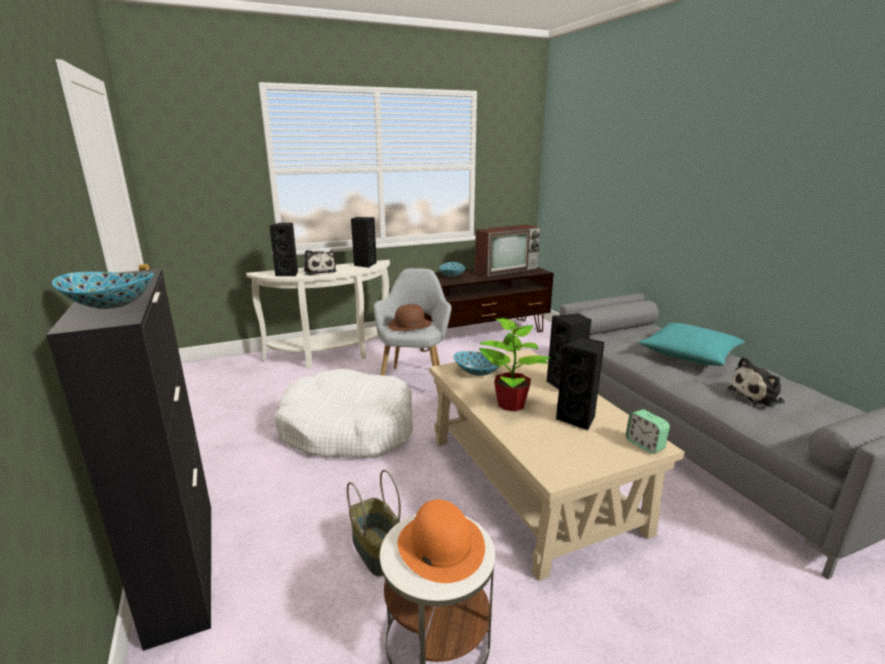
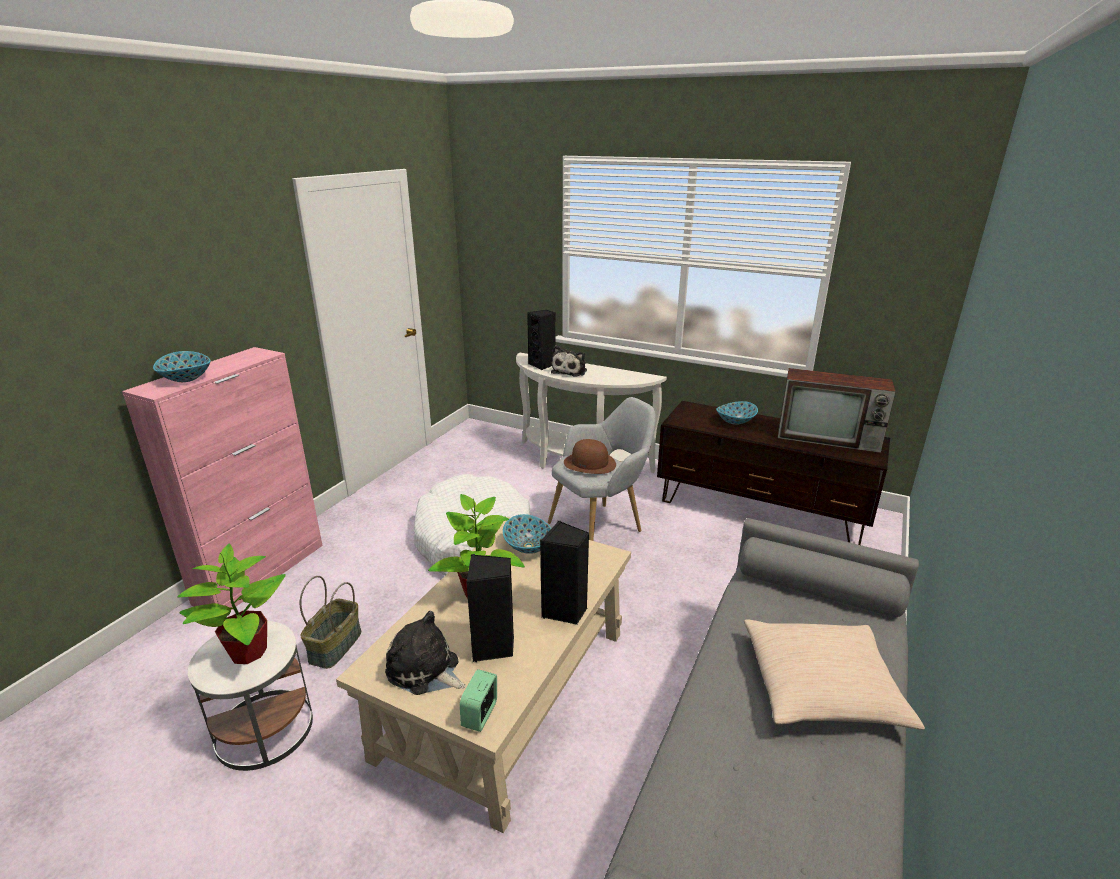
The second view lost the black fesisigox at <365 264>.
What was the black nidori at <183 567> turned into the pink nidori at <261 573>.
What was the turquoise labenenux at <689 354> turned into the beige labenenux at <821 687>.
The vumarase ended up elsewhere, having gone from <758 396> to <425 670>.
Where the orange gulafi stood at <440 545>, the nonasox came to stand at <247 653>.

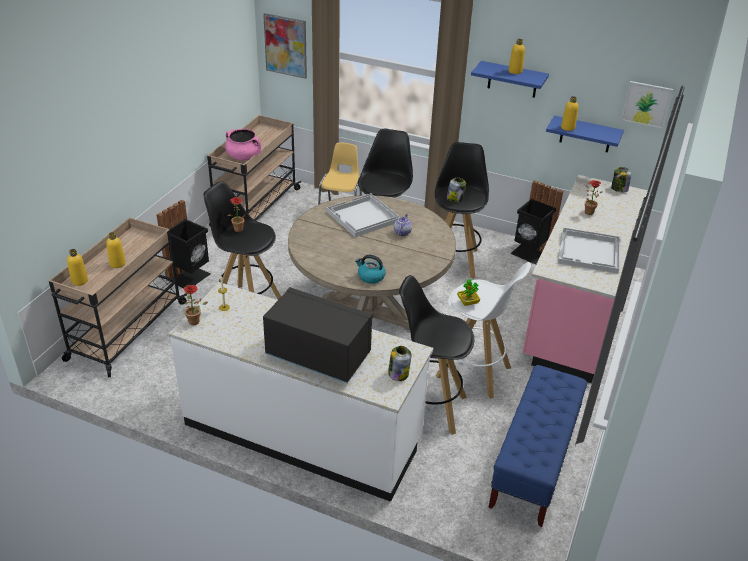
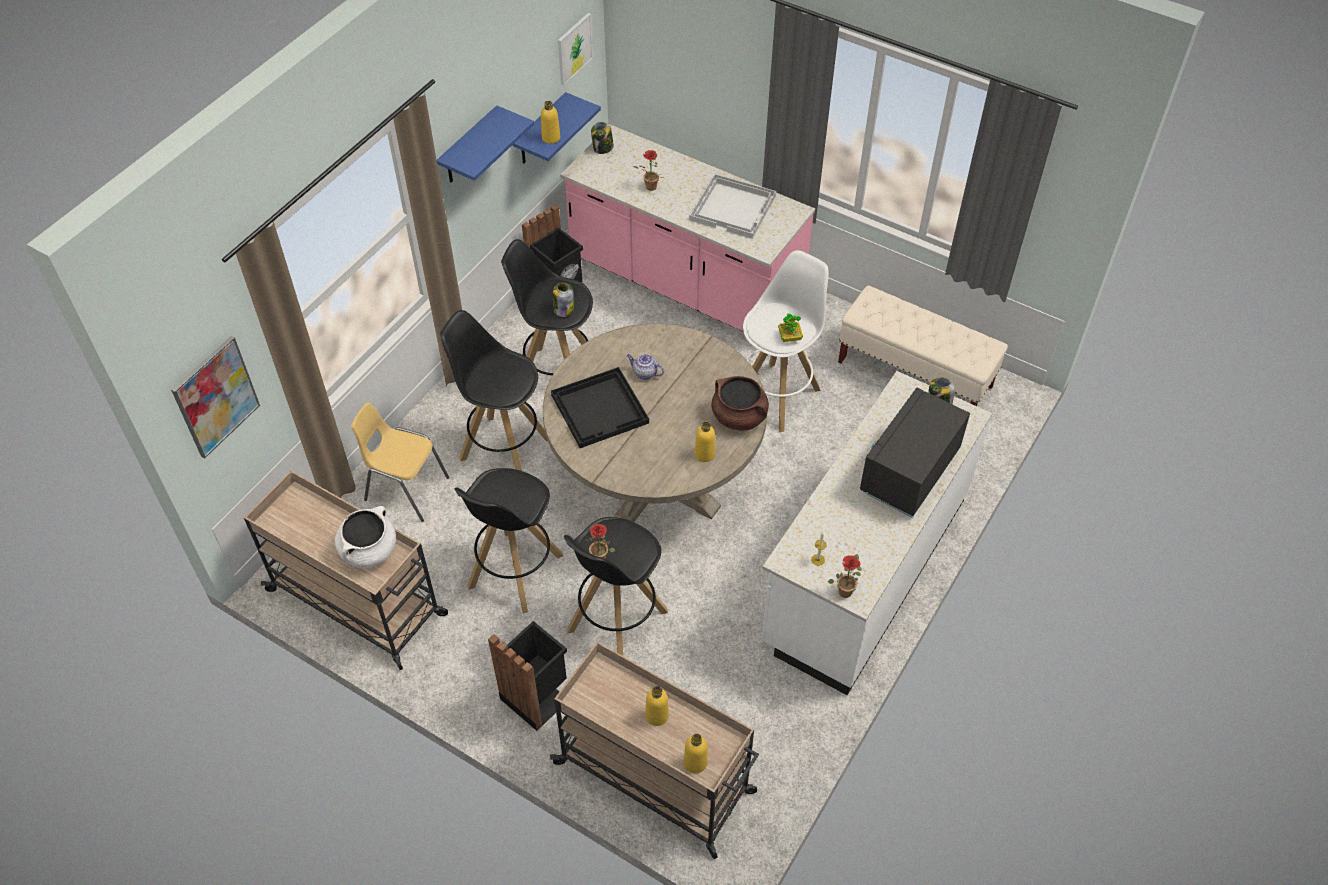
The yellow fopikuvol ended up elsewhere, having gone from <515 71> to <704 454>.
What was the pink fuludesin at <244 157> turned into the white fuludesin at <369 551>.
What was the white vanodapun at <363 217> turned into the black vanodapun at <600 409>.
Where the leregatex stood at <370 277>, the brown fuludesin came to stand at <739 417>.
The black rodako ended up elsewhere, having gone from <428 407> to <514 572>.
What was the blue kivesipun at <533 464> turned into the beige kivesipun at <915 375>.

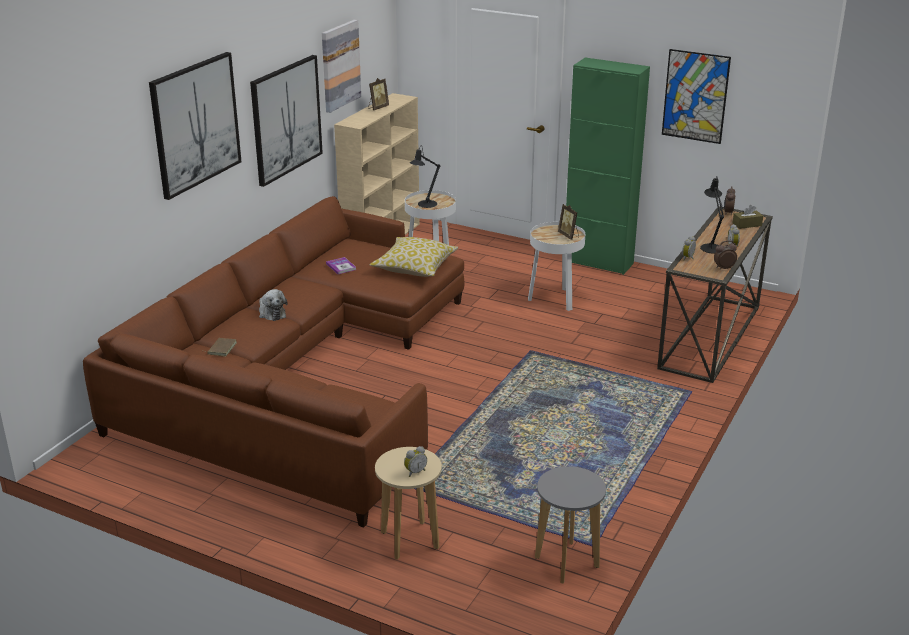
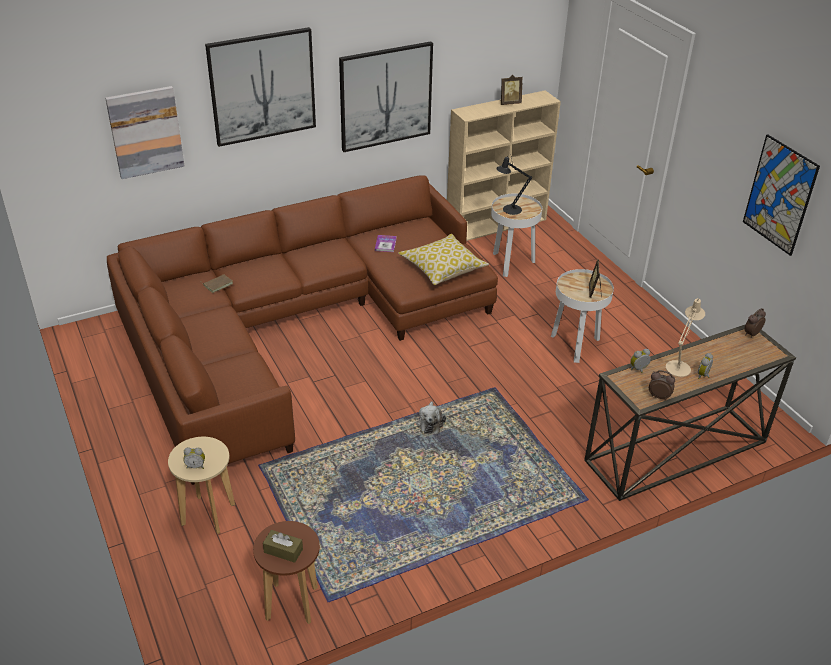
The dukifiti ended up elsewhere, having gone from <340 65> to <145 132>.
The second view lost the green nidori at <598 262>.
What was the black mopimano at <710 247> turned into the beige mopimano at <679 366>.
The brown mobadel ended up elsewhere, having gone from <747 224> to <283 551>.
The vumarase ended up elsewhere, having gone from <271 313> to <430 423>.
What was the grey rodako at <566 562> turned into the brown rodako at <291 603>.

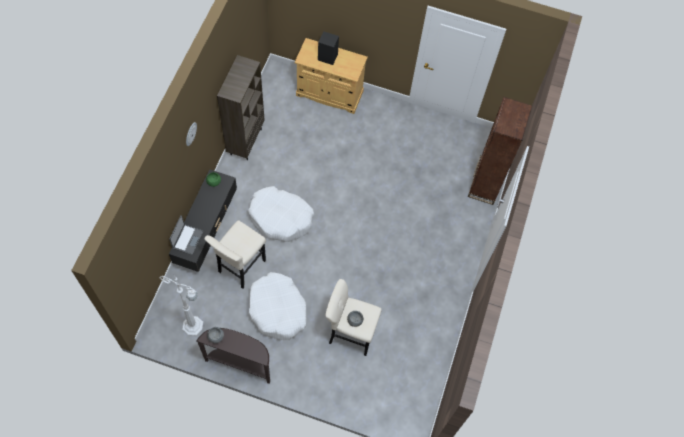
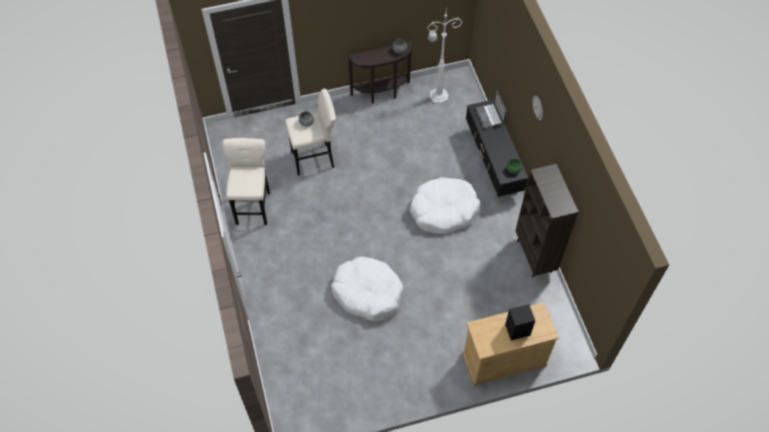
The second view lost the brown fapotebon at <485 185>.
The beige rodako ended up elsewhere, having gone from <240 268> to <253 206>.
The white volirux ended up elsewhere, having gone from <278 310> to <368 293>.

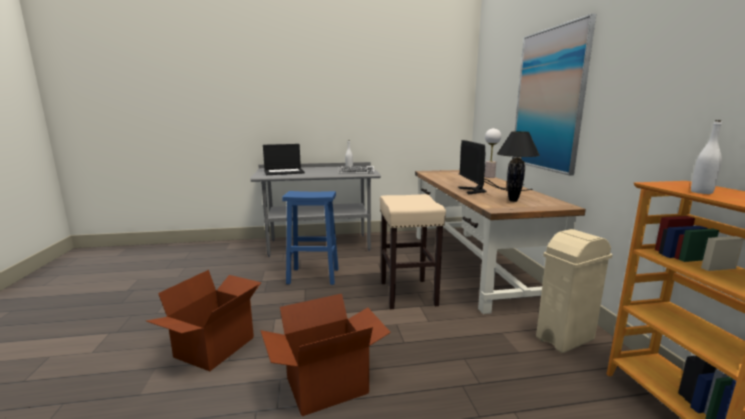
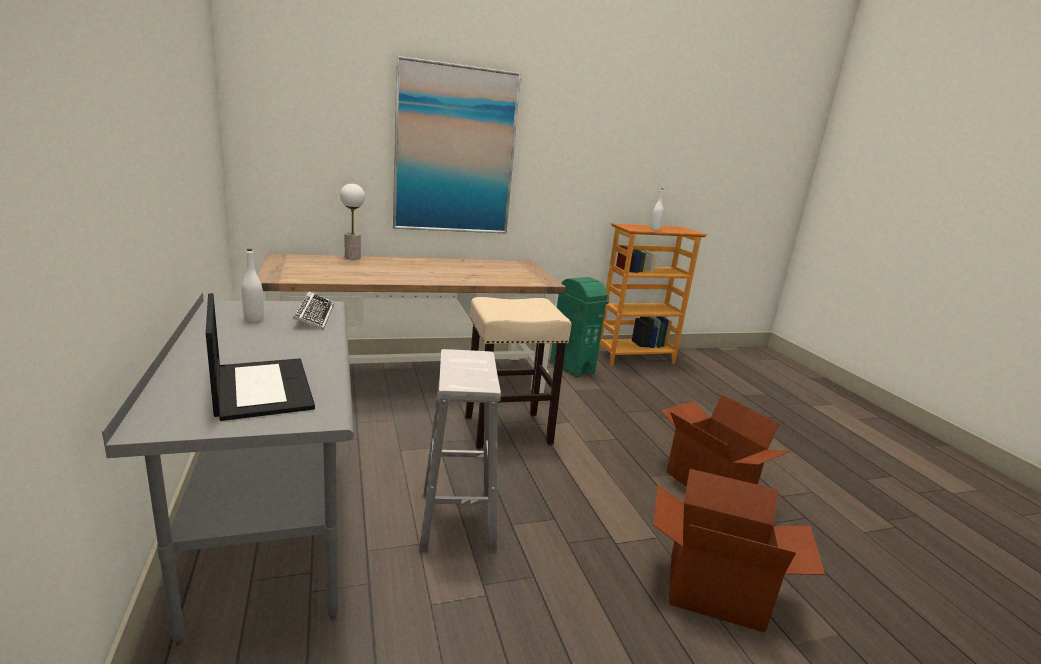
The second view lost the black mopimano at <513 201>.
The second view lost the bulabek at <482 190>.
What was the blue rodako at <312 276> turned into the white rodako at <458 521>.
What was the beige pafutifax at <565 338> turned into the green pafutifax at <571 367>.

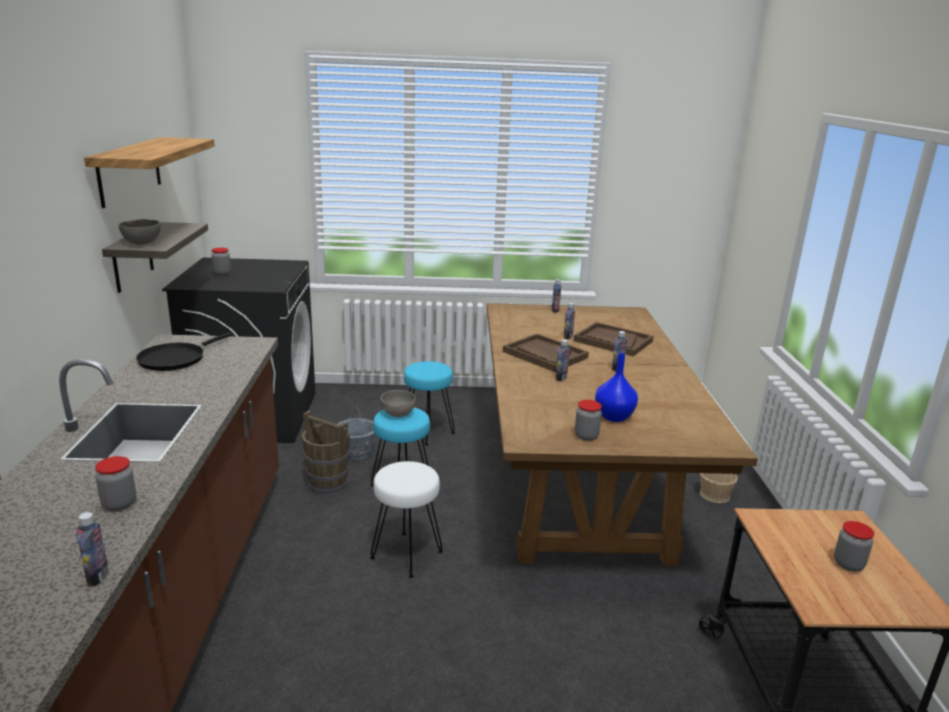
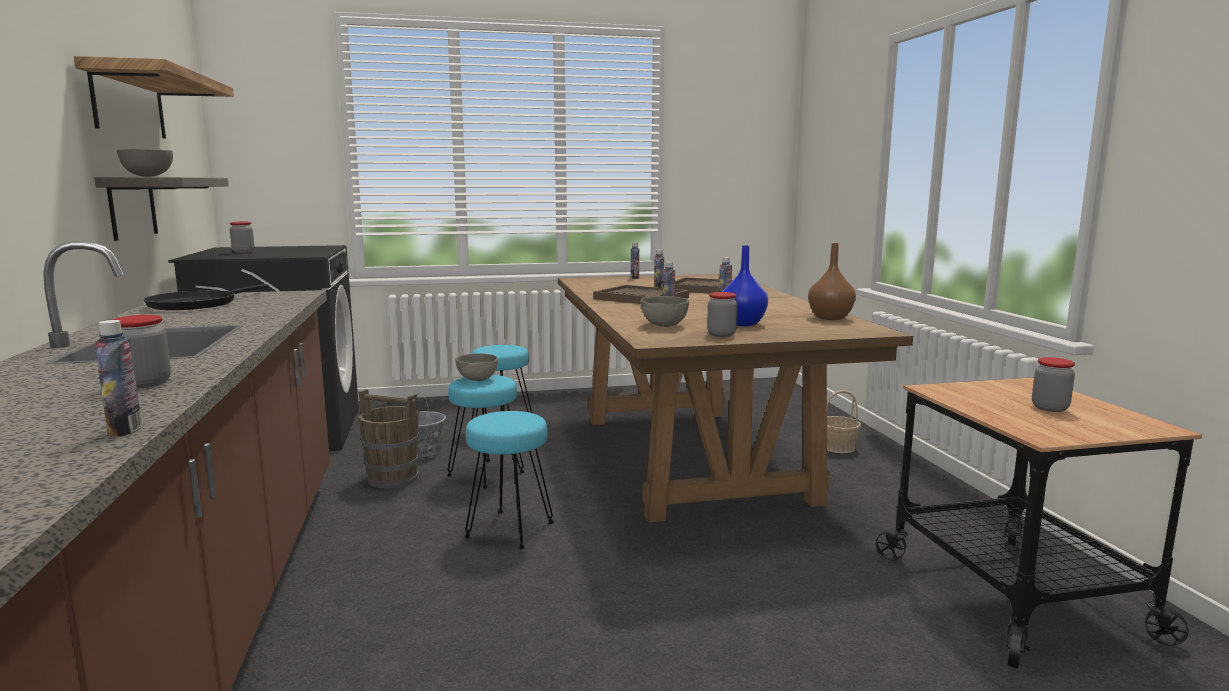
What was the white rodako at <406 554> turned into the turquoise rodako at <509 529>.
The second view gained the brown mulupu at <830 318>.
The second view gained the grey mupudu at <663 325>.

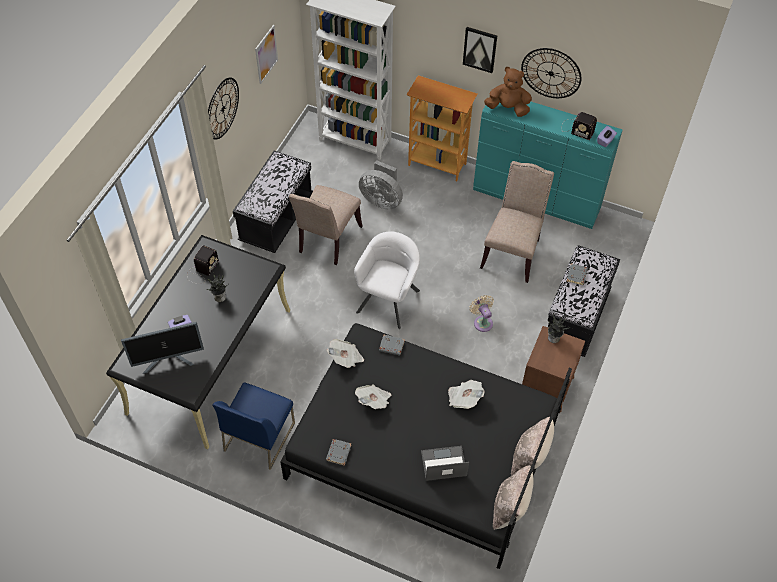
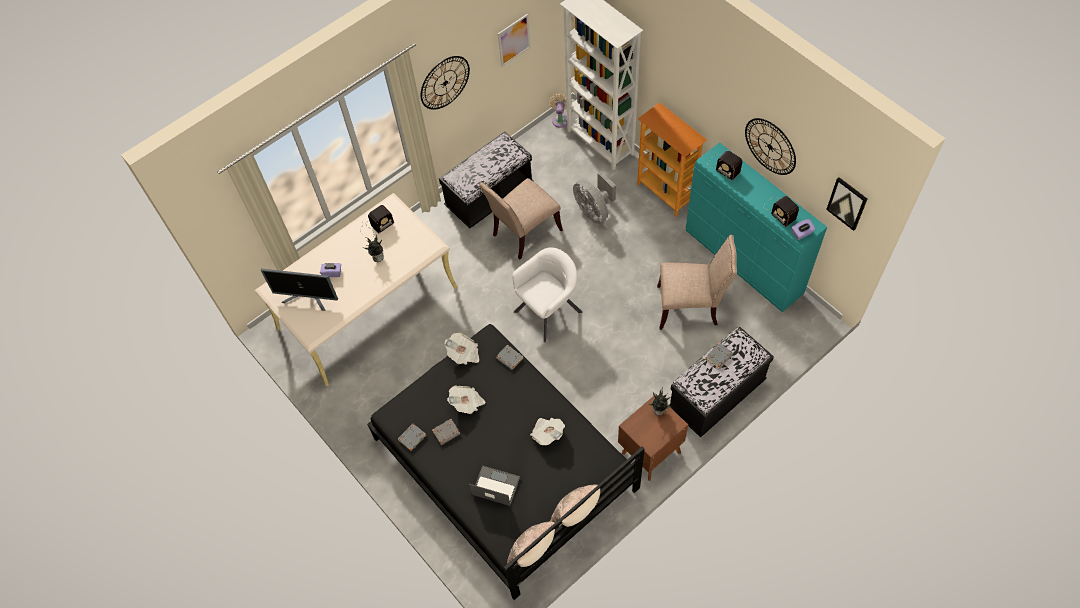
The dukifiti ended up elsewhere, having gone from <480 49> to <847 203>.
Where the brown vumarase stood at <508 108>, the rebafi came to stand at <722 166>.
The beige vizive at <512 252> ended up facing another way, 45 degrees clockwise from before.
What was the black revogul at <210 360> turned into the beige revogul at <368 307>.
The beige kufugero ended up elsewhere, having gone from <482 322> to <560 119>.
The second view lost the blue vizive at <259 436>.
The second view gained the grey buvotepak at <446 433>.

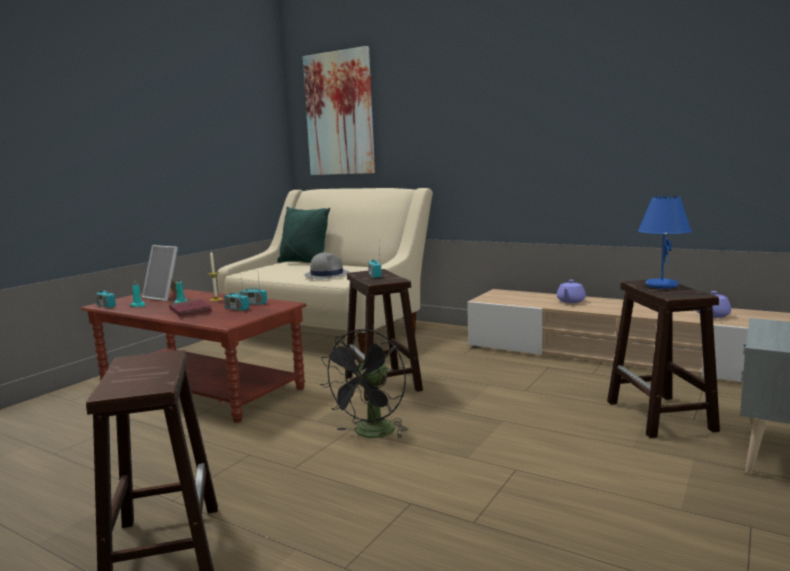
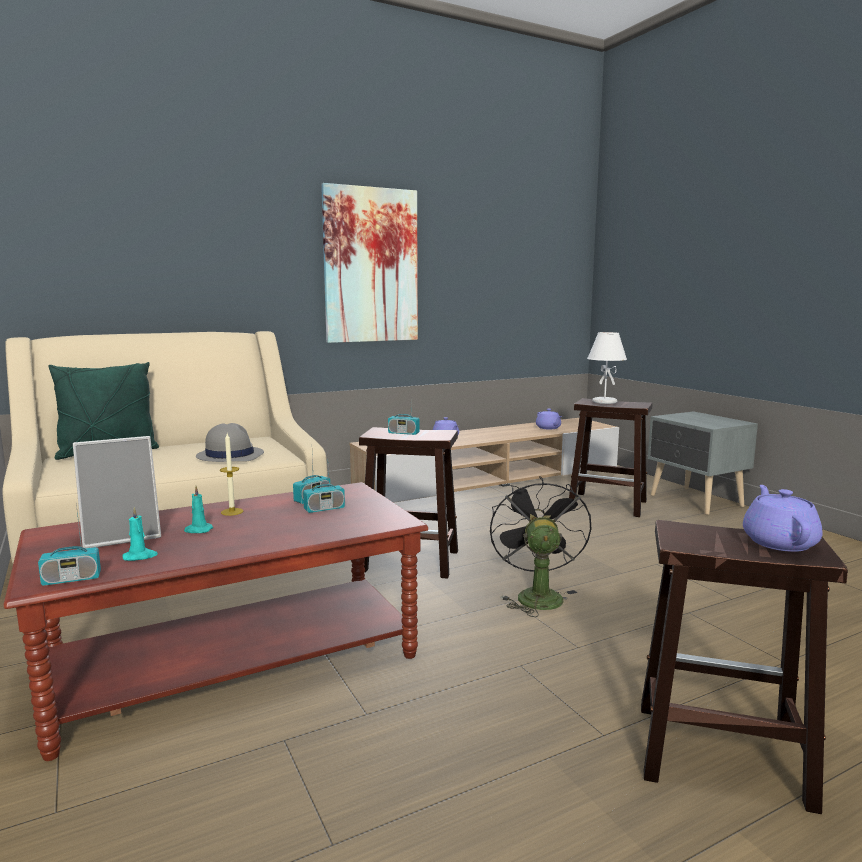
The dukifiti ended up elsewhere, having gone from <339 114> to <371 266>.
What was the blue mopimano at <660 285> turned into the white mopimano at <604 402>.
The second view lost the red buvotepak at <190 310>.
The black kufugero at <371 434> ended up facing another way, 150 degrees counterclockwise from before.
The second view gained the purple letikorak at <778 542>.

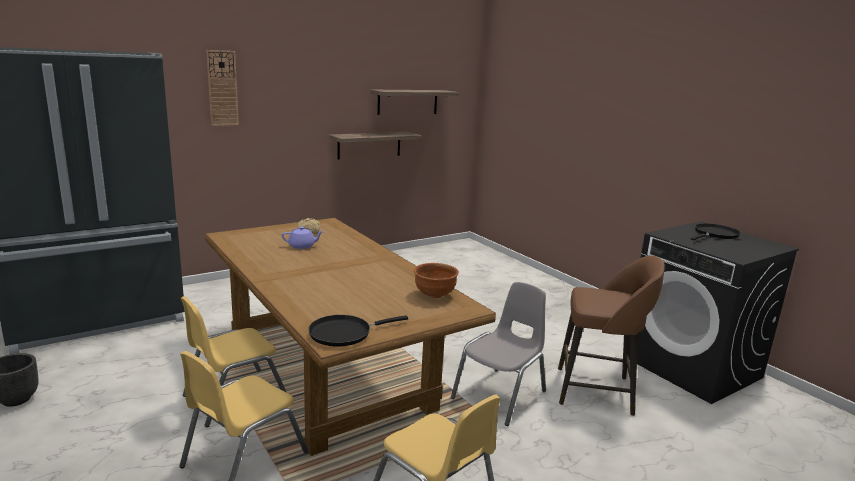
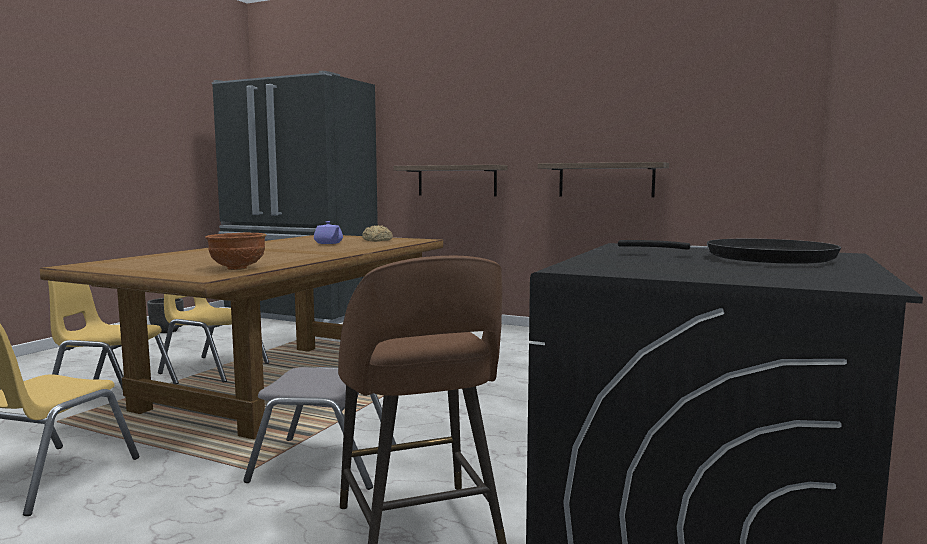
The second view lost the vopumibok at <222 88>.
The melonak ended up elsewhere, having gone from <407 102> to <456 180>.
The second view lost the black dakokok at <344 333>.

